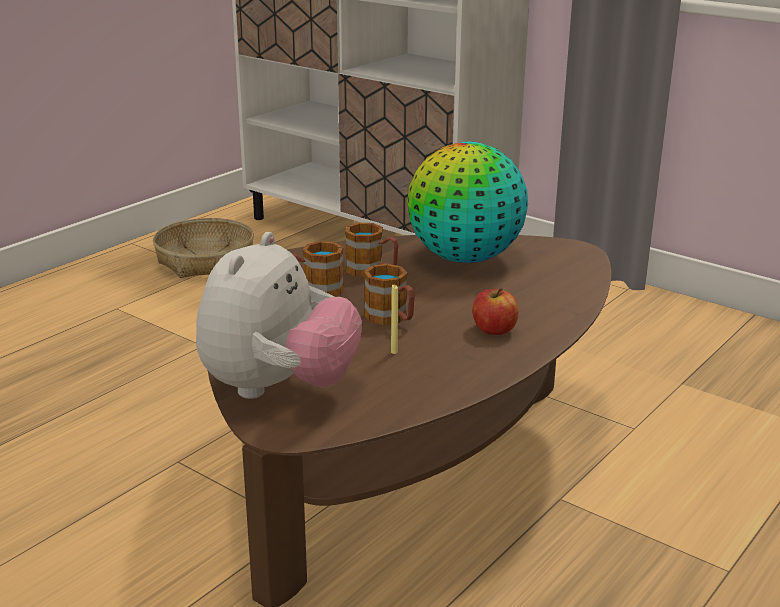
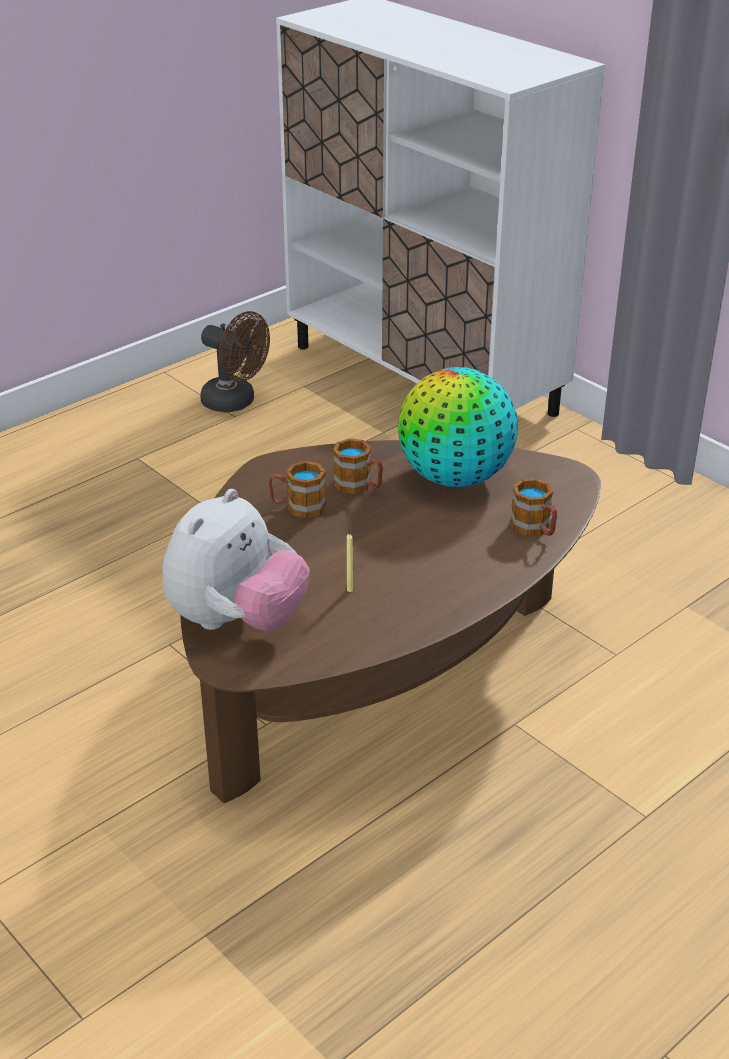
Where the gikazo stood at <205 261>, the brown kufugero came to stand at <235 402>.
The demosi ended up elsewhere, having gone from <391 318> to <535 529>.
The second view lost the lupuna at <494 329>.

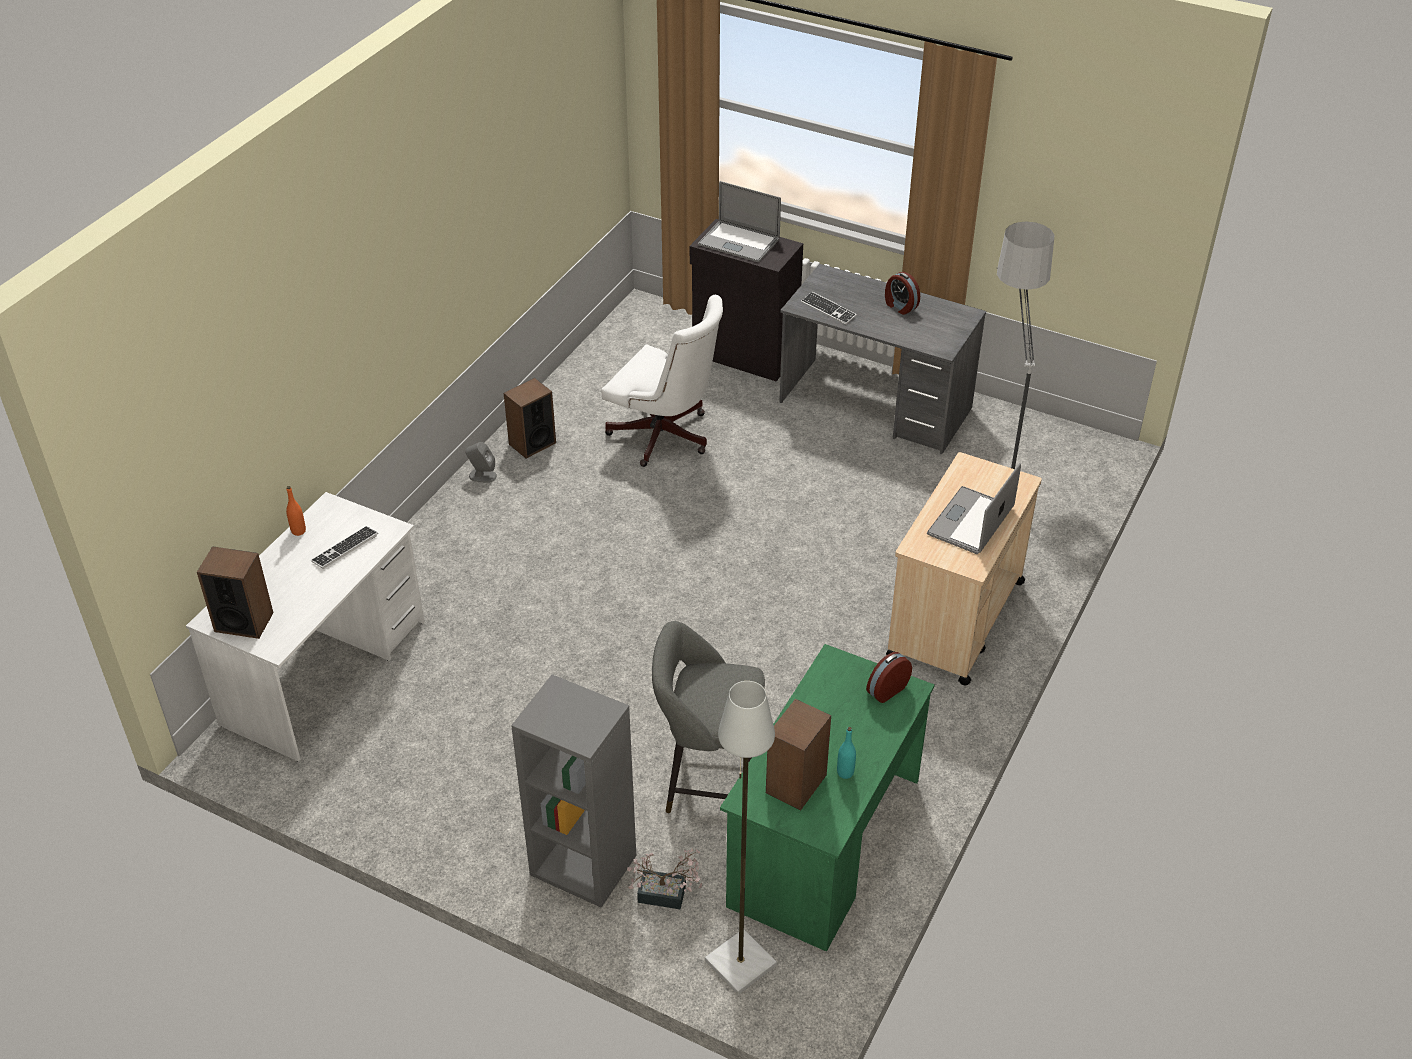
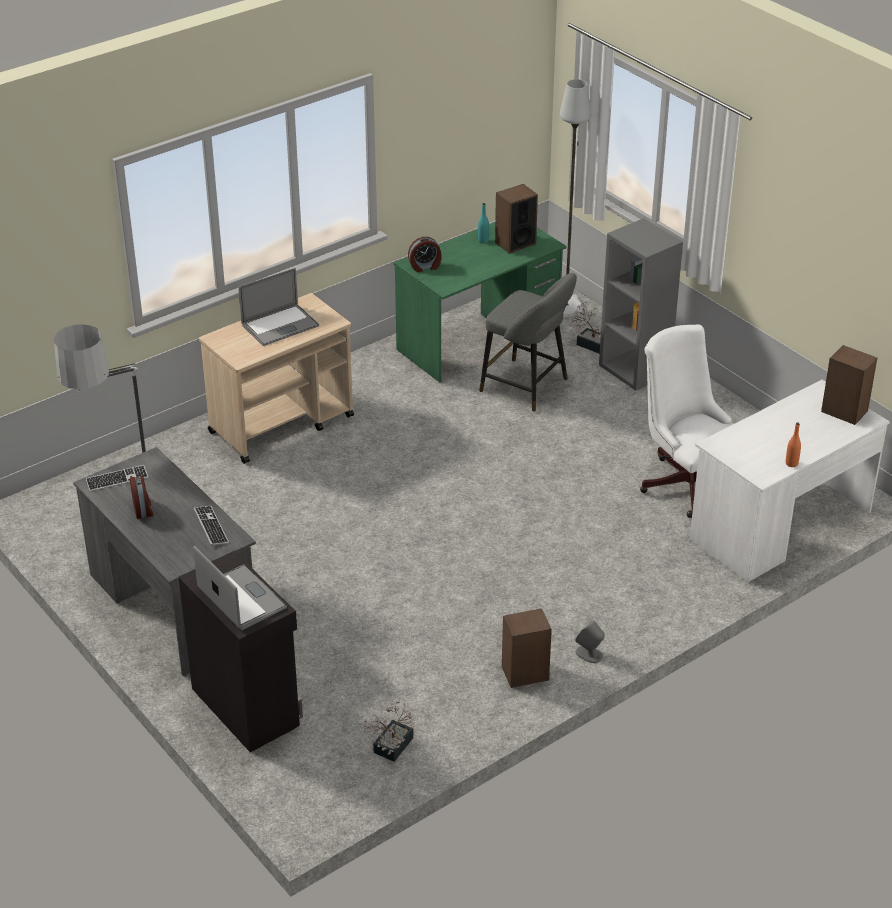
The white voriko ended up elsewhere, having gone from <666 438> to <686 481>.
The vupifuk ended up elsewhere, having gone from <345 548> to <117 479>.
The second view gained the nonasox at <390 748>.

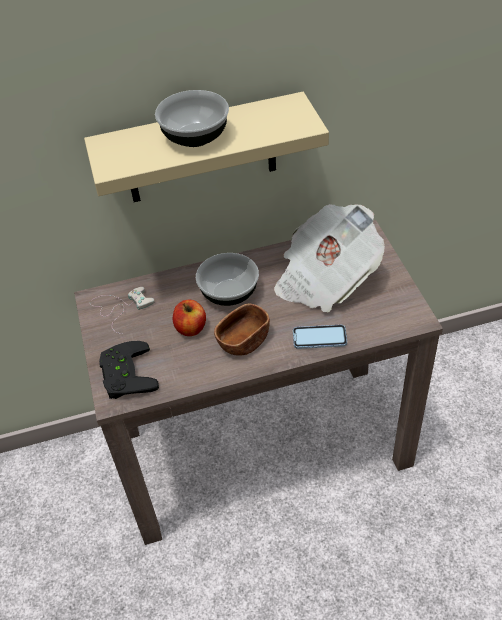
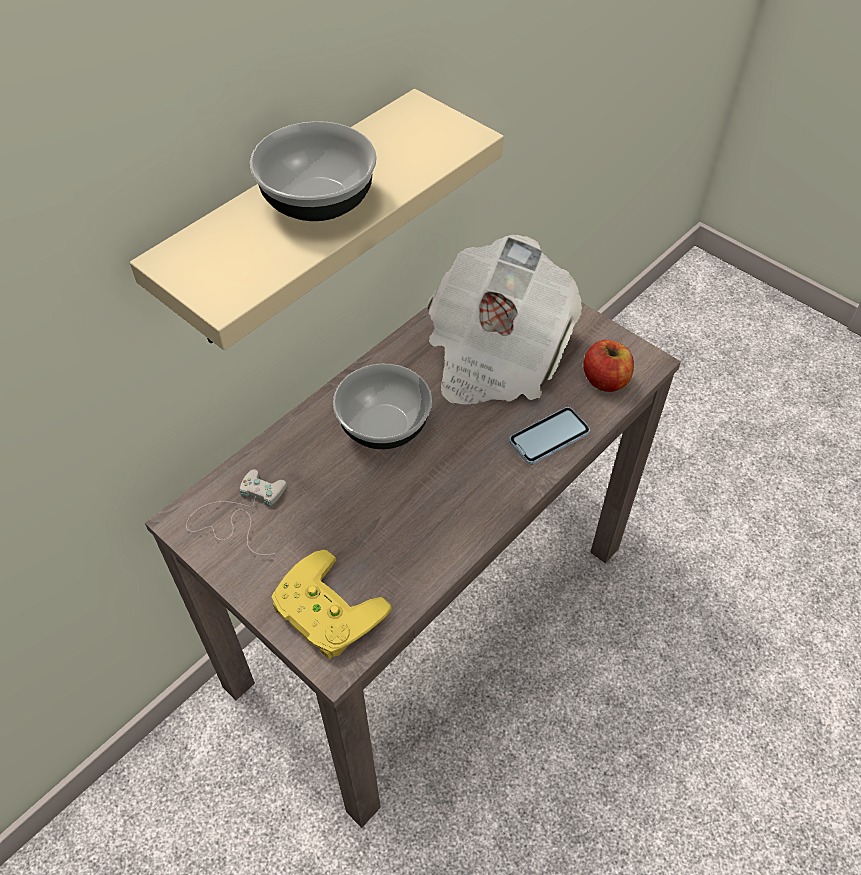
The lupuna ended up elsewhere, having gone from <191 328> to <605 380>.
The second view lost the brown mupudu at <243 341>.
What was the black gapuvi at <124 375> turned into the yellow gapuvi at <323 613>.

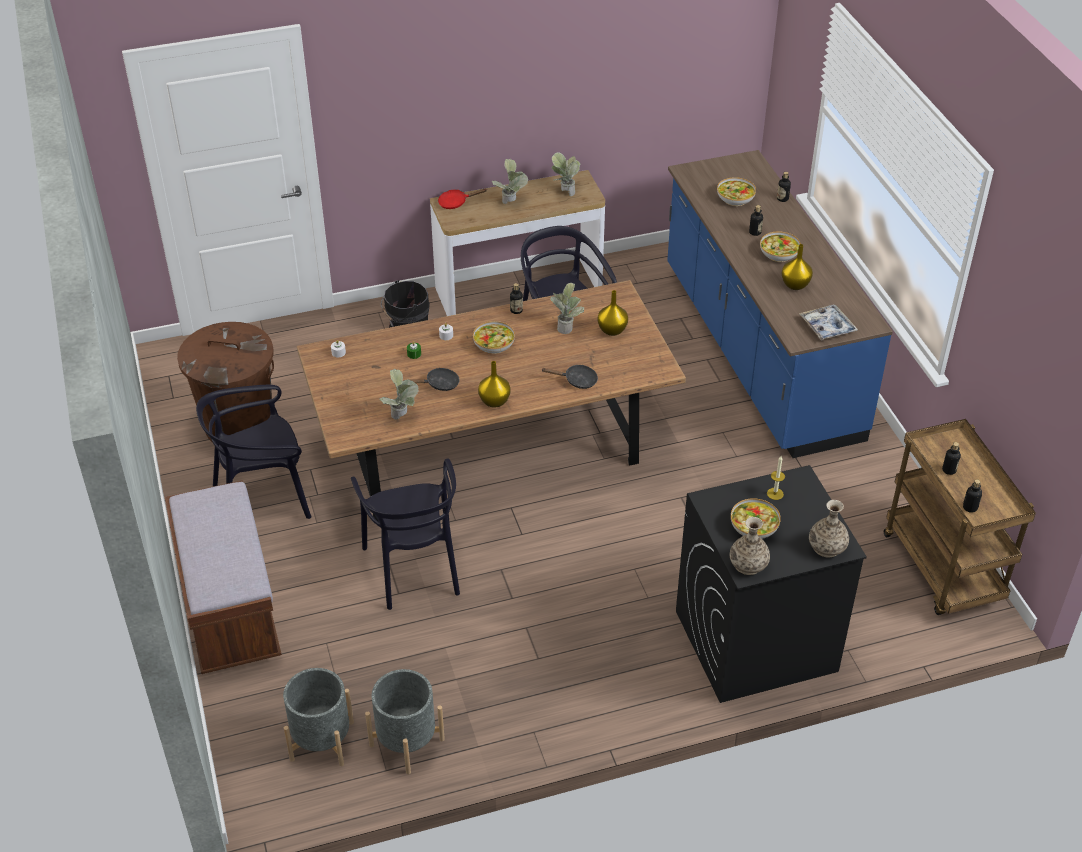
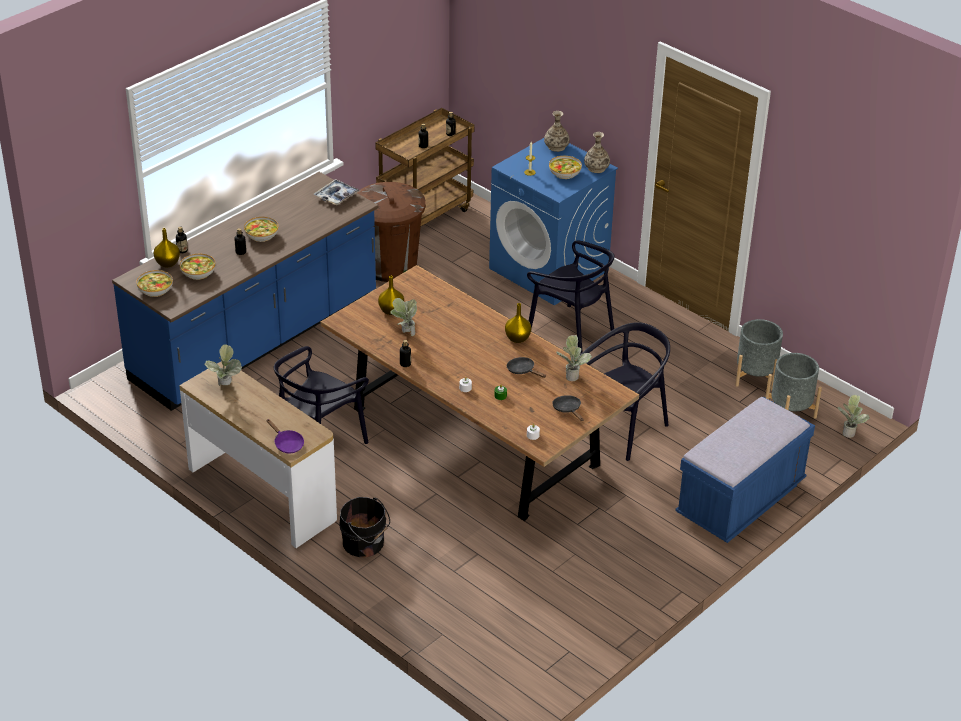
The nonasox ended up elsewhere, having gone from <511 203> to <849 431>.
What was the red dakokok at <456 202> turned into the purple dakokok at <287 444>.
The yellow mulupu ended up elsewhere, having gone from <795 285> to <168 263>.
The mupudu ended up elsewhere, having gone from <493 344> to <155 290>.
The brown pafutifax ended up elsewhere, having gone from <238 425> to <389 266>.
The black dakokok ended up elsewhere, having gone from <577 380> to <568 409>.
The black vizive ended up elsewhere, having gone from <262 498> to <571 333>.
What was the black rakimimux at <755 641> turned into the blue rakimimux at <549 270>.
What was the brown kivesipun at <229 610> turned into the blue kivesipun at <740 500>.

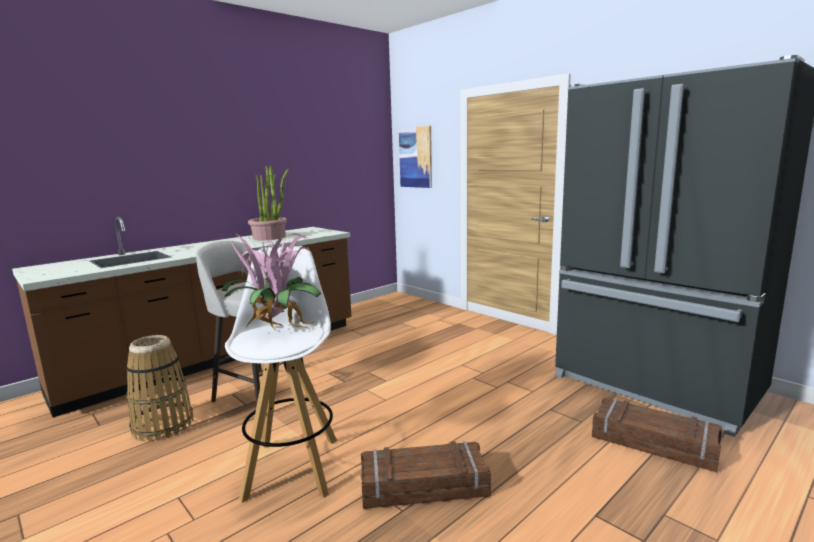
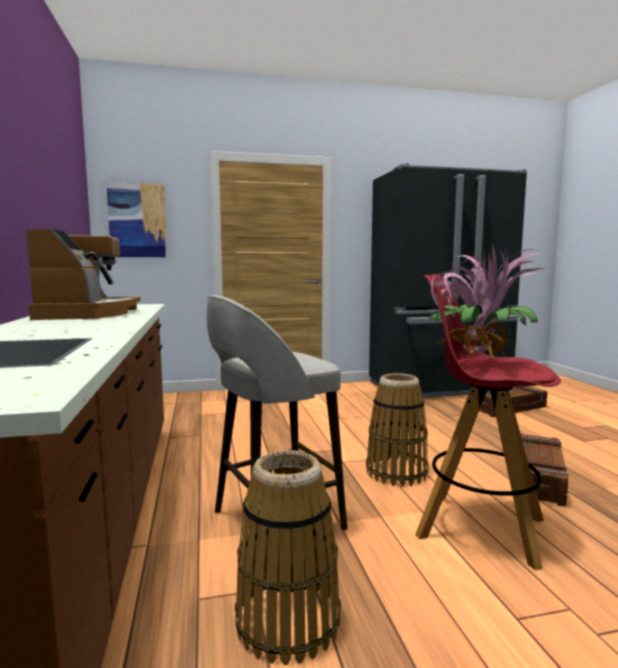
Where the nonasox stood at <269 237>, the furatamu came to stand at <88 314>.
What was the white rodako at <292 466> turned into the red rodako at <478 527>.
The second view gained the gikazo at <396 472>.

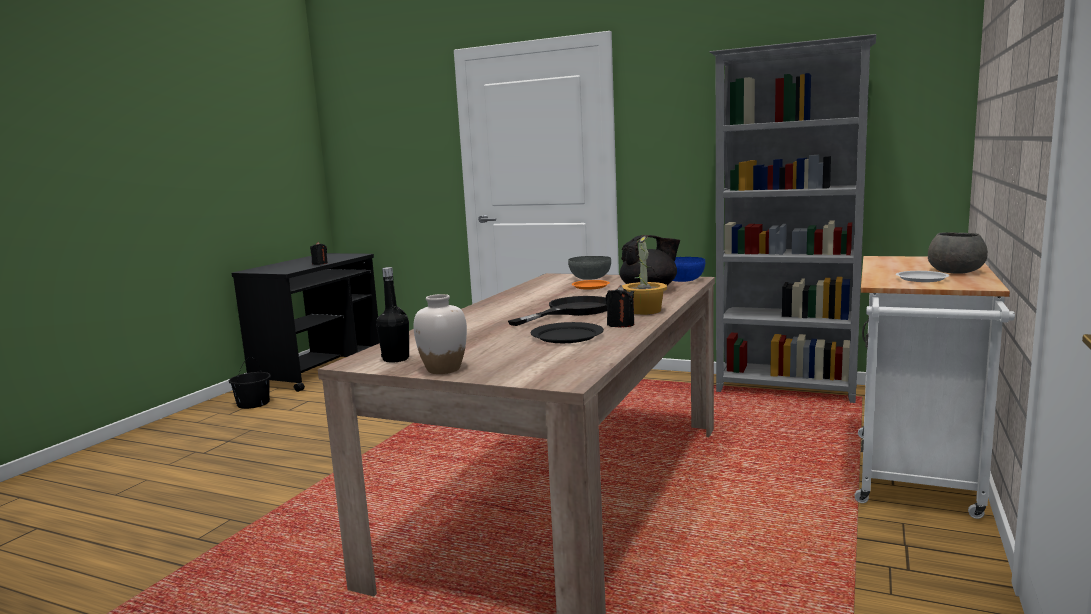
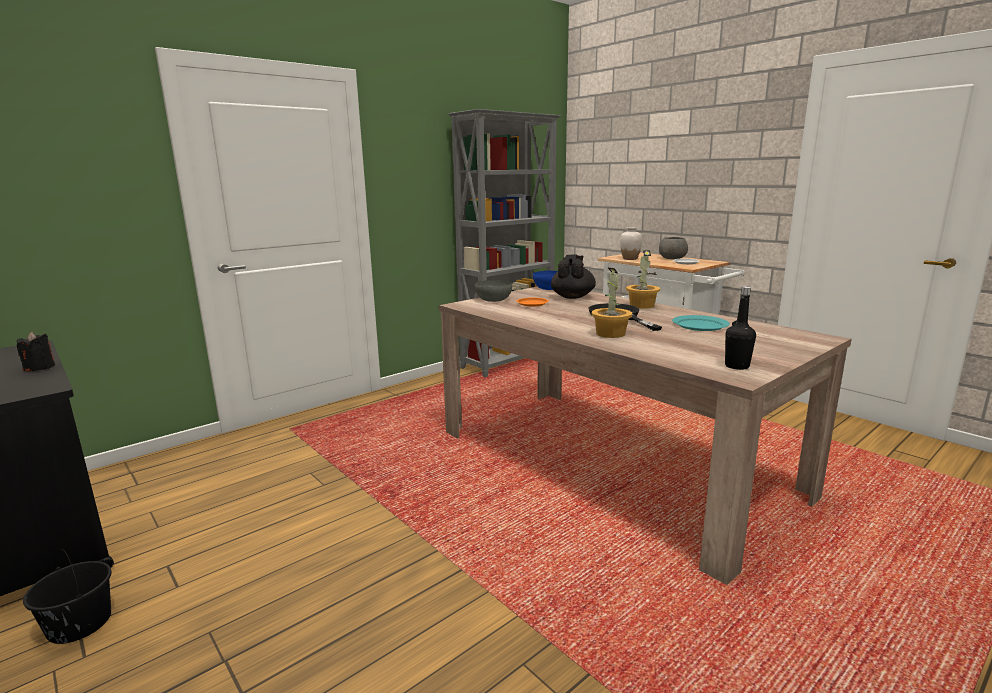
The second view lost the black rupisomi at <620 324>.
The white mulupu ended up elsewhere, having gone from <443 369> to <630 259>.
What was the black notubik at <566 336> turned into the turquoise notubik at <700 325>.
The second view gained the nonasox at <610 334>.

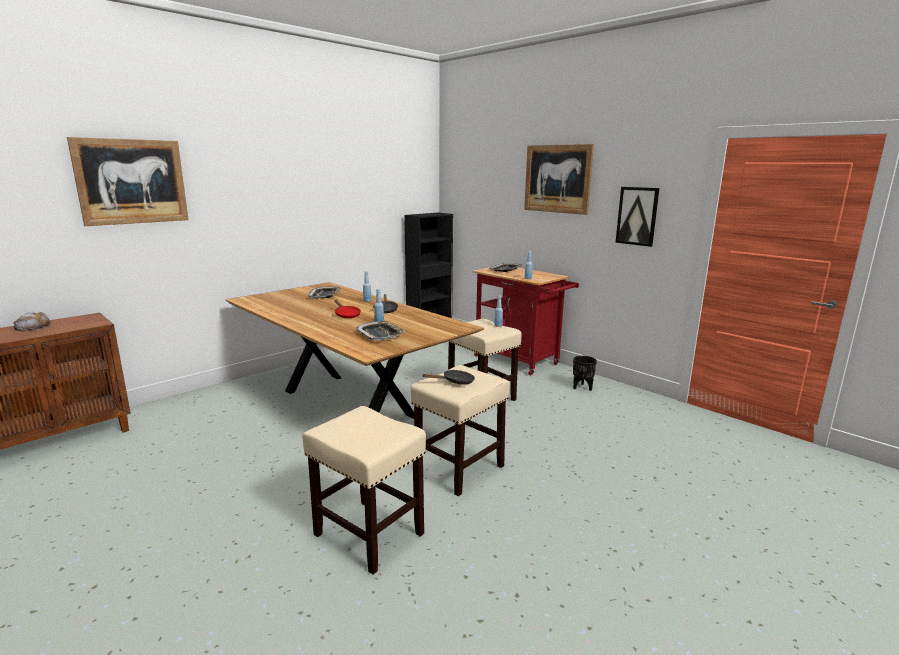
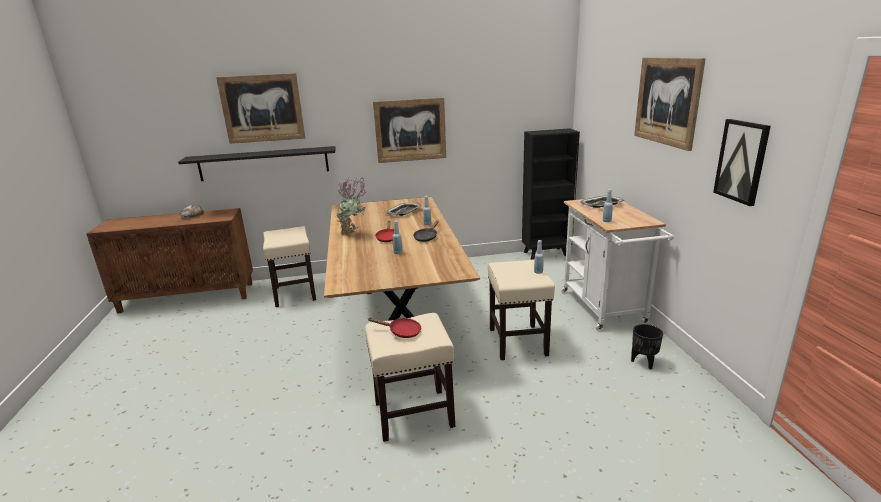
What was the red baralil at <520 361> turned into the white baralil at <605 310>.
The second view lost the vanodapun at <380 334>.
What was the black dakokok at <455 382> turned into the red dakokok at <401 332>.
The beige rodako ended up elsewhere, having gone from <367 534> to <294 293>.
The second view gained the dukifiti at <410 130>.
The second view gained the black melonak at <264 163>.
The second view gained the nonasox at <354 234>.

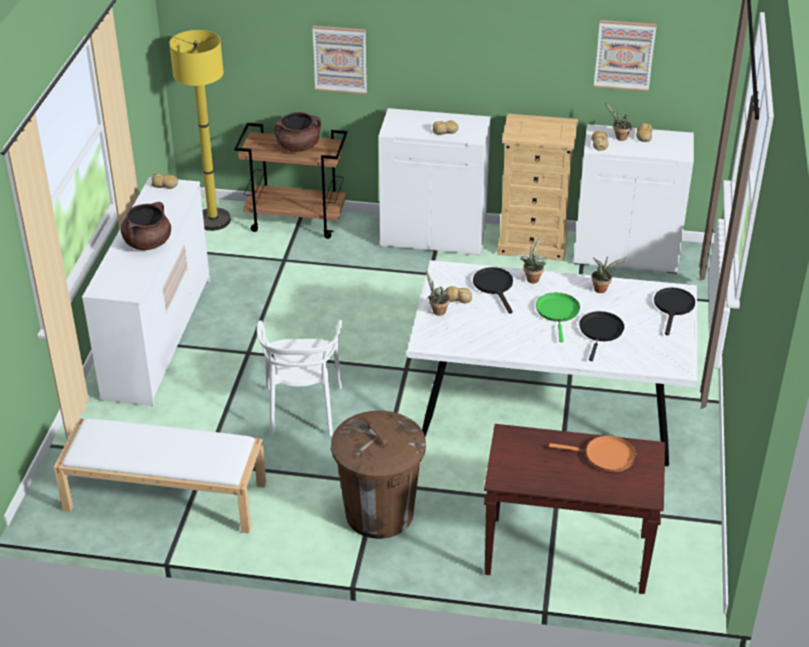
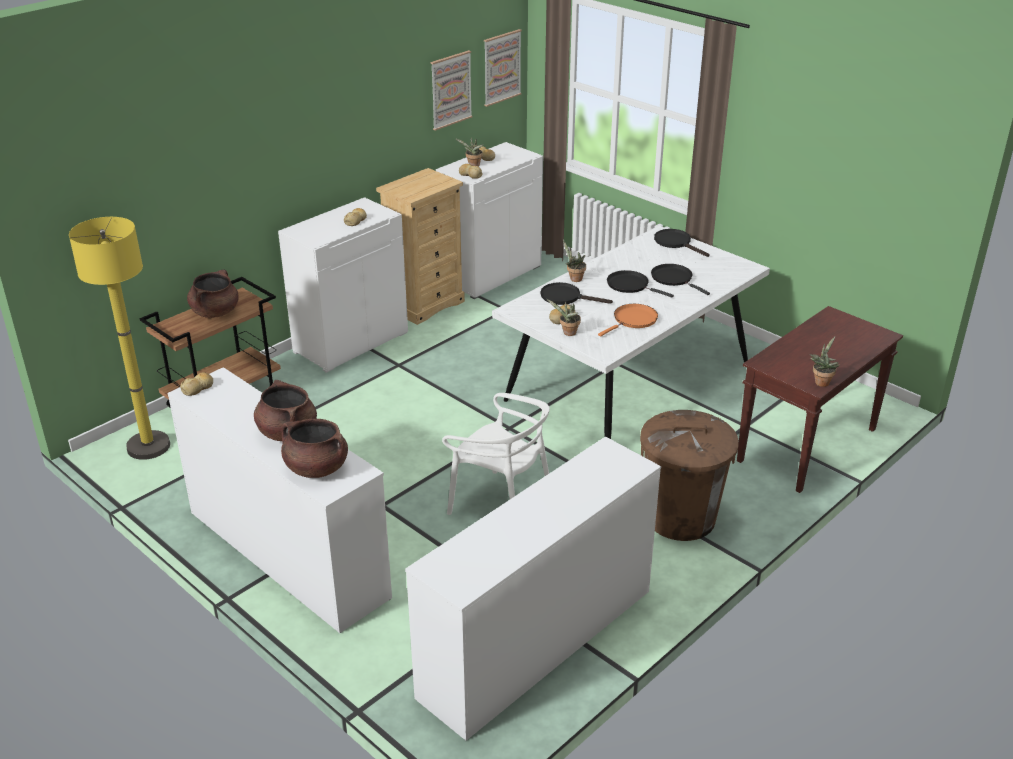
The dukifiti ended up elsewhere, having gone from <340 59> to <501 67>.
The nonasox ended up elsewhere, having gone from <601 288> to <821 381>.
What was the green dakokok at <558 312> turned into the black dakokok at <630 285>.
Where the white kivesipun stood at <164 497>, the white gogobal came to stand at <537 643>.
The orange dakokok ended up elsewhere, having gone from <606 456> to <633 320>.
The second view gained the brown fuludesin at <316 468>.

